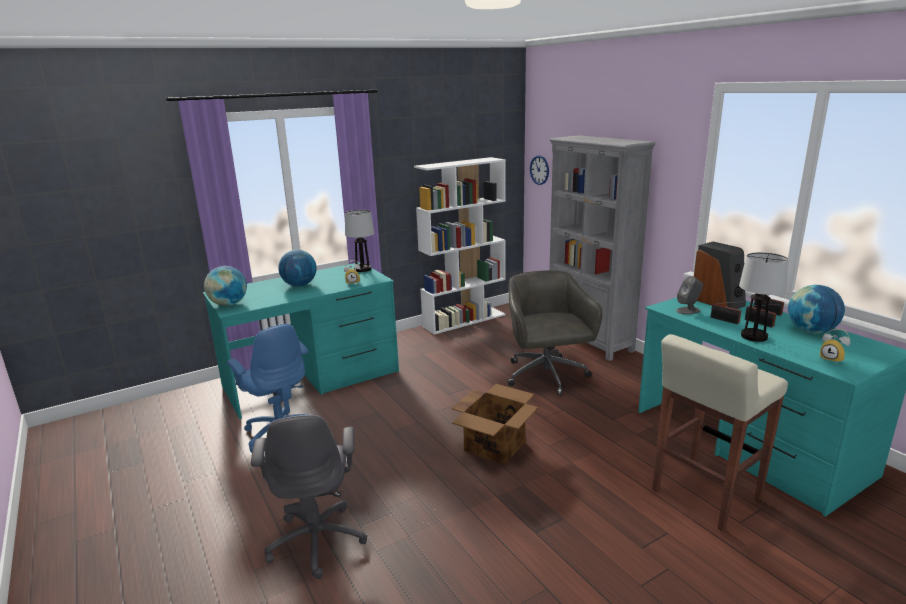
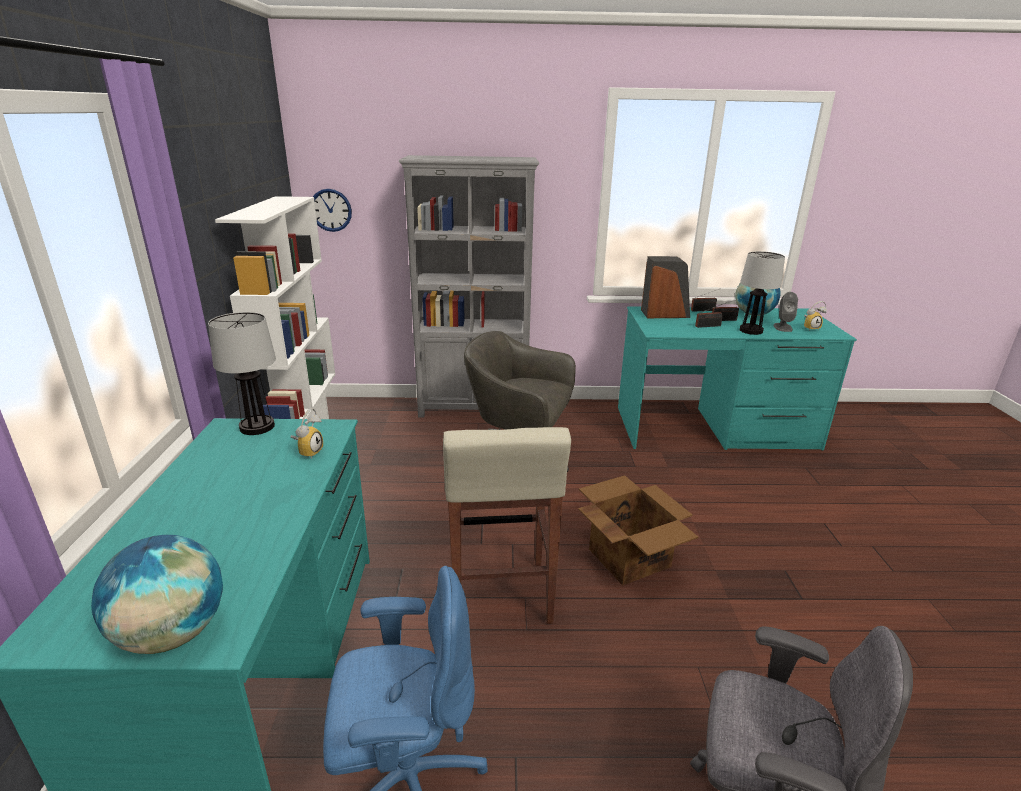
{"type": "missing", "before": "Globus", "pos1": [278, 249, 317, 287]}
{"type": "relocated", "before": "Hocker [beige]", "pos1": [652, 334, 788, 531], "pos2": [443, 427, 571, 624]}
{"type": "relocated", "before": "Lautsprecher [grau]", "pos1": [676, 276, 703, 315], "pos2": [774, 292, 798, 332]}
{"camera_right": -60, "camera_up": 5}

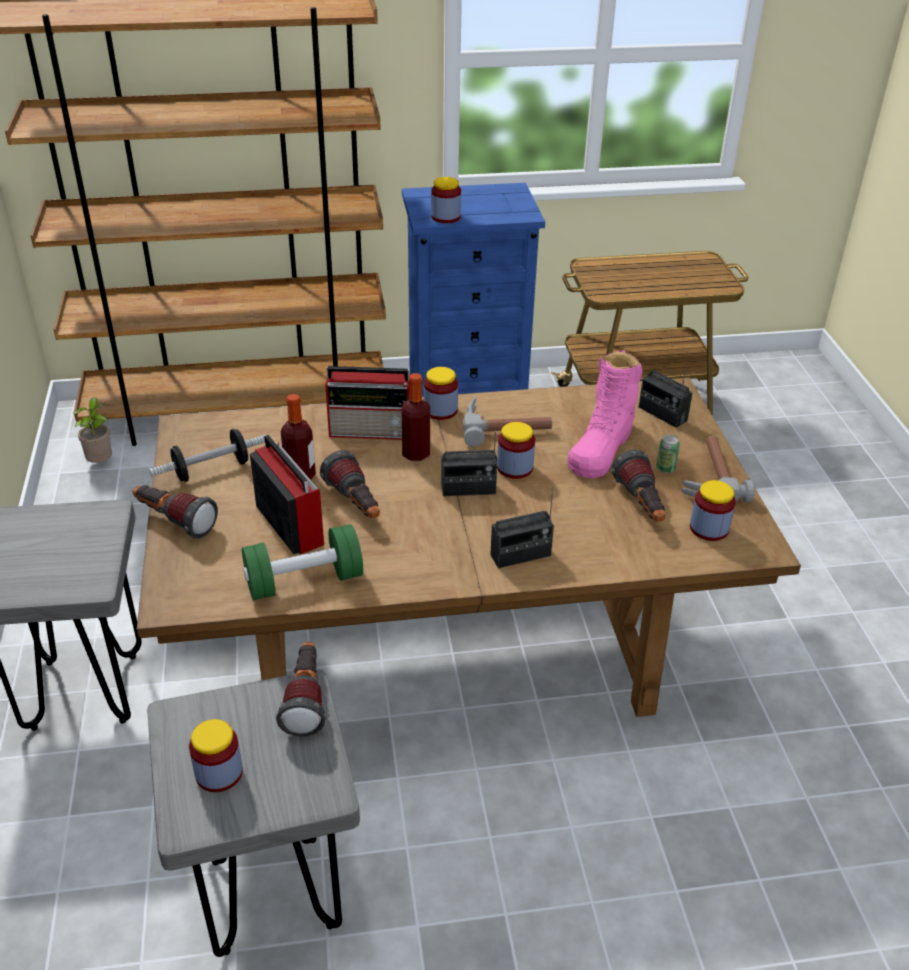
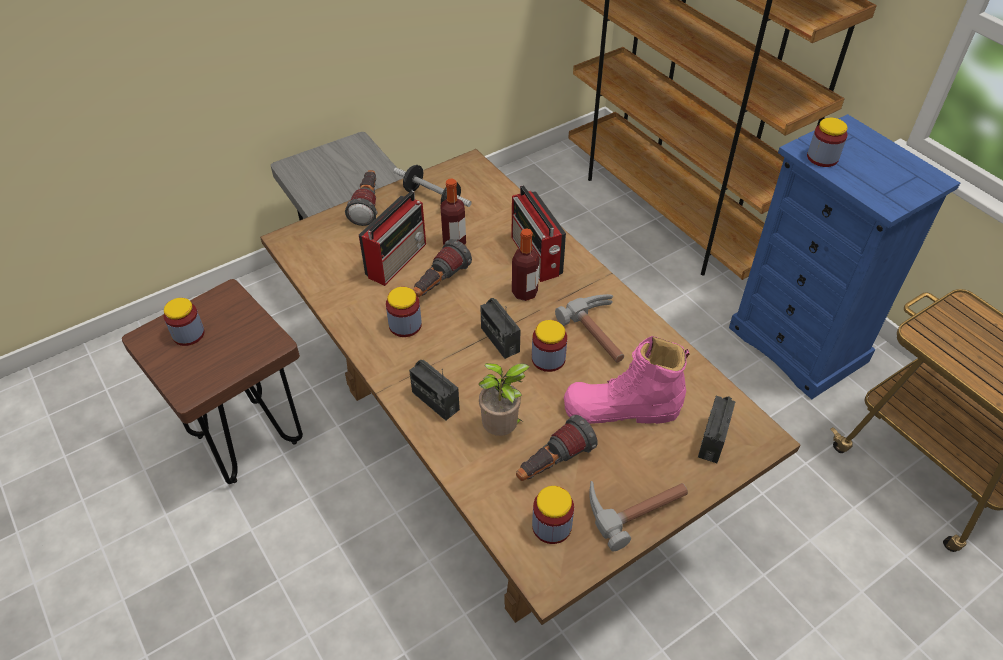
{"type": "missing", "before": "Hantel [grün]", "pos1": [242, 524, 363, 600]}
{"type": "missing", "before": "Taschenlampe", "pos1": [276, 642, 327, 737]}
{"type": "missing", "before": "Dose", "pos1": [656, 435, 680, 473]}
{"type": "relocated", "before": "Topfpflanze", "pos1": [73, 397, 112, 463], "pos2": [479, 363, 529, 436]}
{"type": "relocated", "before": "Vorratsglas", "pos1": [424, 367, 458, 420], "pos2": [386, 287, 422, 337]}
{"type": "colour", "before": "Hocker [grau]", "after": "Hocker [braun]", "pos1": [147, 670, 360, 957], "pos2": [122, 279, 303, 484]}
{"camera_right": 65, "camera_up": 10}

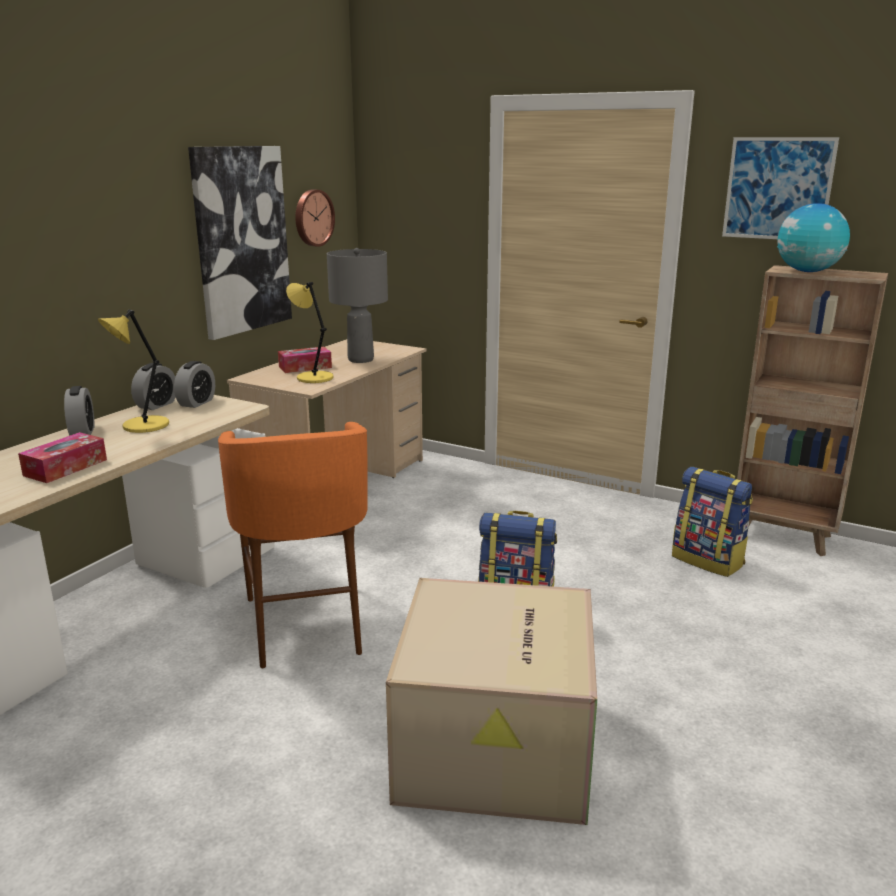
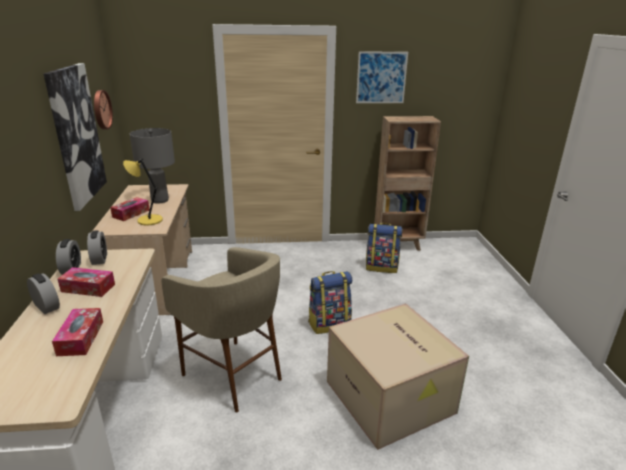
{"type": "missing", "before": "Globus", "pos1": [777, 203, 850, 272]}
{"type": "exchanged", "before": "Tischlampe [gelb]", "after": "Taschentuchbox", "pos1": [98, 310, 169, 433], "pos2": [58, 267, 115, 297]}
{"type": "colour", "before": "Hocker [orange]", "after": "Hocker [beige]", "pos1": [218, 422, 368, 668], "pos2": [161, 247, 282, 413]}
{"camera_right": -35, "camera_up": 5}

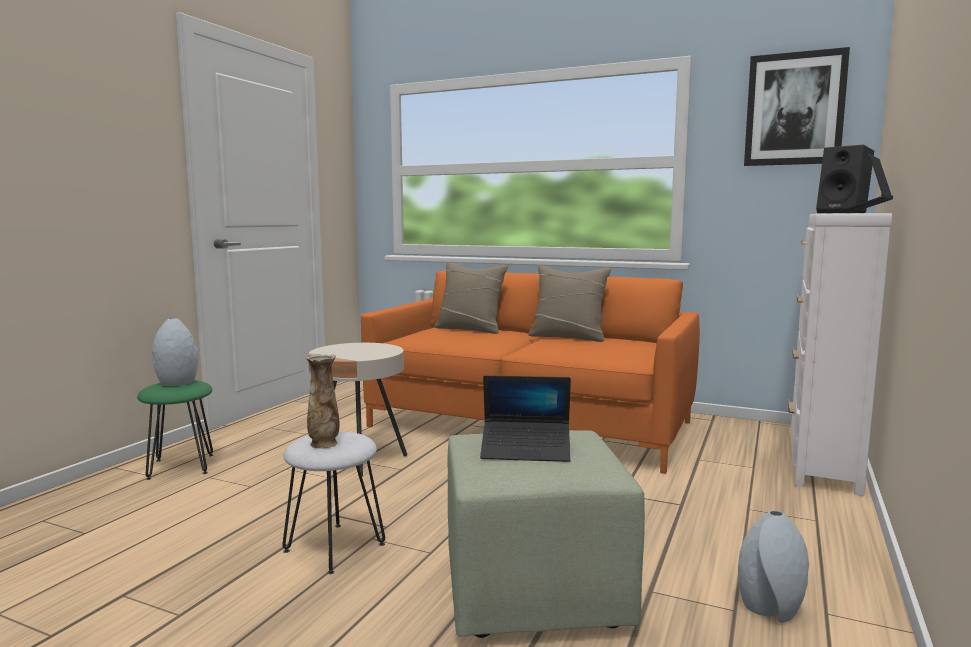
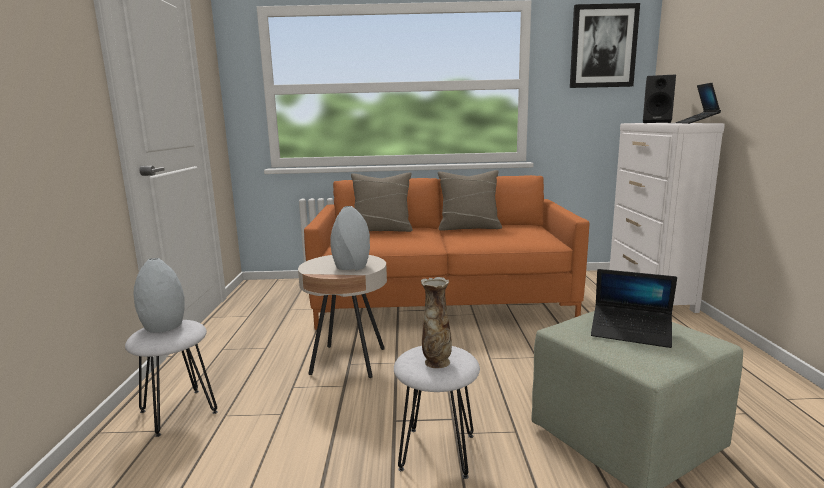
{"type": "relocated", "before": "Vase [grau]", "pos1": [738, 511, 809, 623], "pos2": [331, 206, 370, 270]}
{"type": "colour", "before": "Hocker [grün]", "after": "Hocker [weiß]", "pos1": [137, 380, 213, 480], "pos2": [125, 320, 218, 437]}
{"type": "spun", "before": "Laptop", "pos1": [480, 375, 571, 462], "pos2": [591, 269, 677, 348], "turn": 45}
{"camera_right": -25, "camera_up": 5}

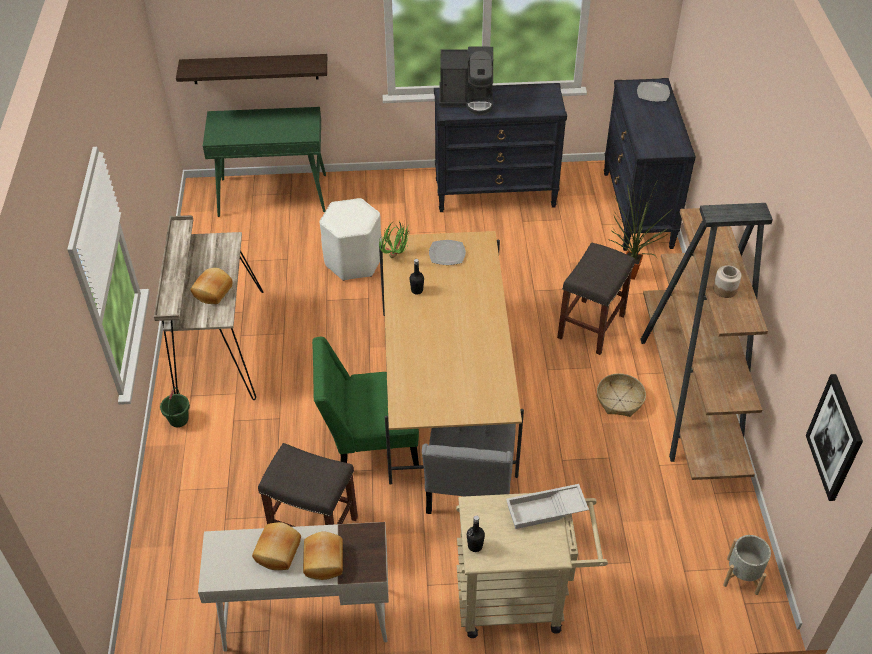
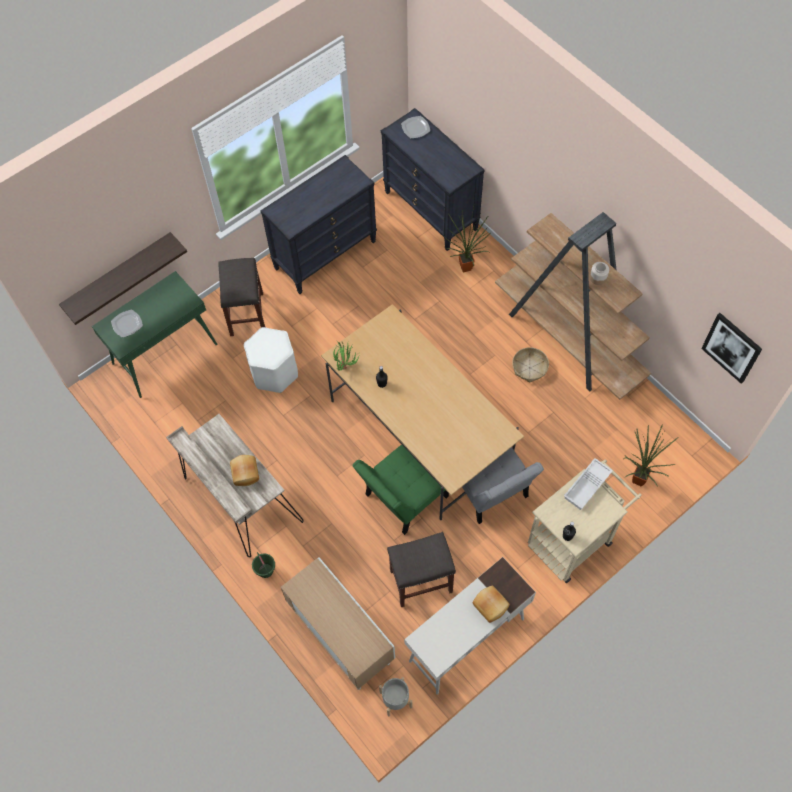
{"type": "missing", "before": "Brot", "pos1": [252, 522, 301, 570]}
{"type": "missing", "before": "Kaffeemaschine", "pos1": [439, 47, 493, 115]}
{"type": "appeared", "after": "Schrank", "pos2": [281, 557, 395, 690]}
{"type": "appeared", "after": "Topfpflanze", "pos2": [625, 424, 678, 487]}
{"type": "relocated", "before": "Teller", "pos1": [429, 240, 466, 265], "pos2": [111, 309, 143, 338]}
{"type": "relocated", "before": "Hocker [grau]", "pos1": [557, 242, 635, 355], "pos2": [218, 258, 265, 336]}
{"type": "relocated", "before": "Pflanzkübel [grau]", "pos1": [723, 535, 771, 595], "pos2": [379, 677, 412, 717]}
{"camera_right": -35, "camera_up": 15}

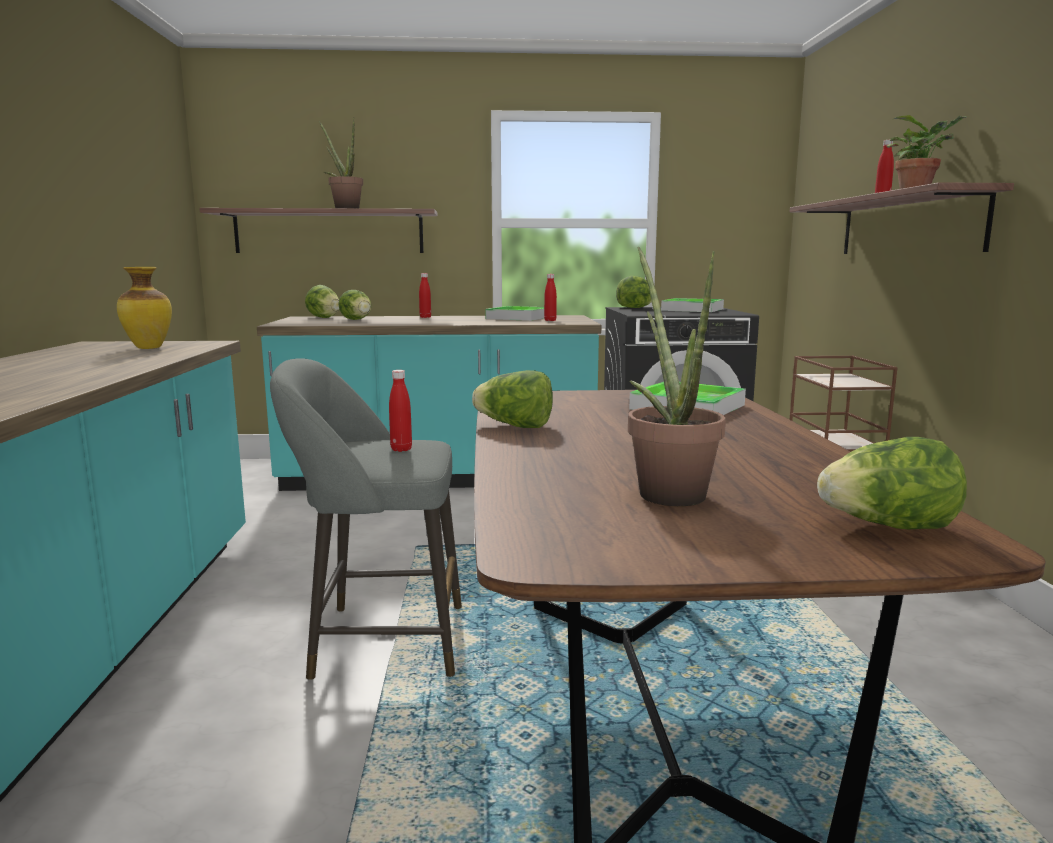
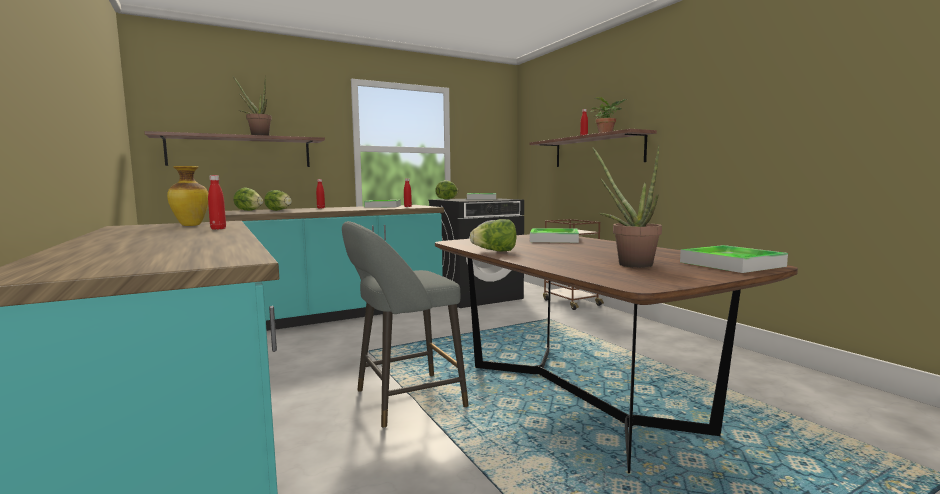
{"type": "relocated", "before": "Flasche [rot]", "pos1": [389, 370, 412, 452], "pos2": [208, 175, 226, 230]}
{"type": "exchanged", "before": "Salatkopf", "after": "Tablett", "pos1": [817, 437, 967, 529], "pos2": [680, 245, 788, 273]}
{"camera_right": -25, "camera_up": -5}

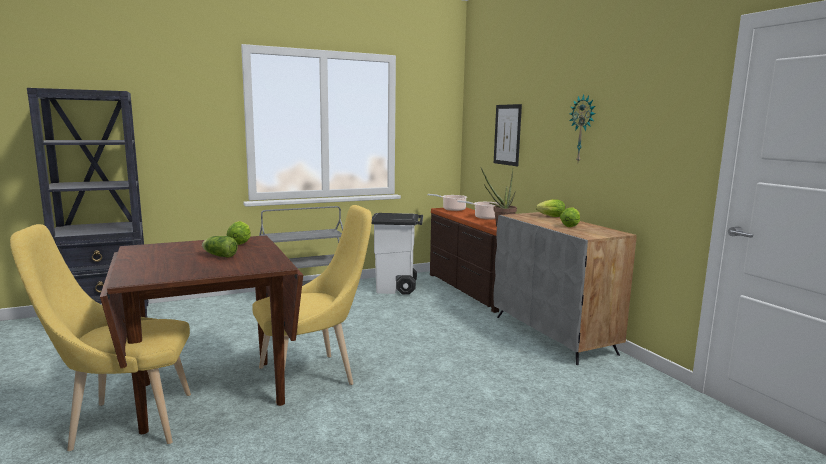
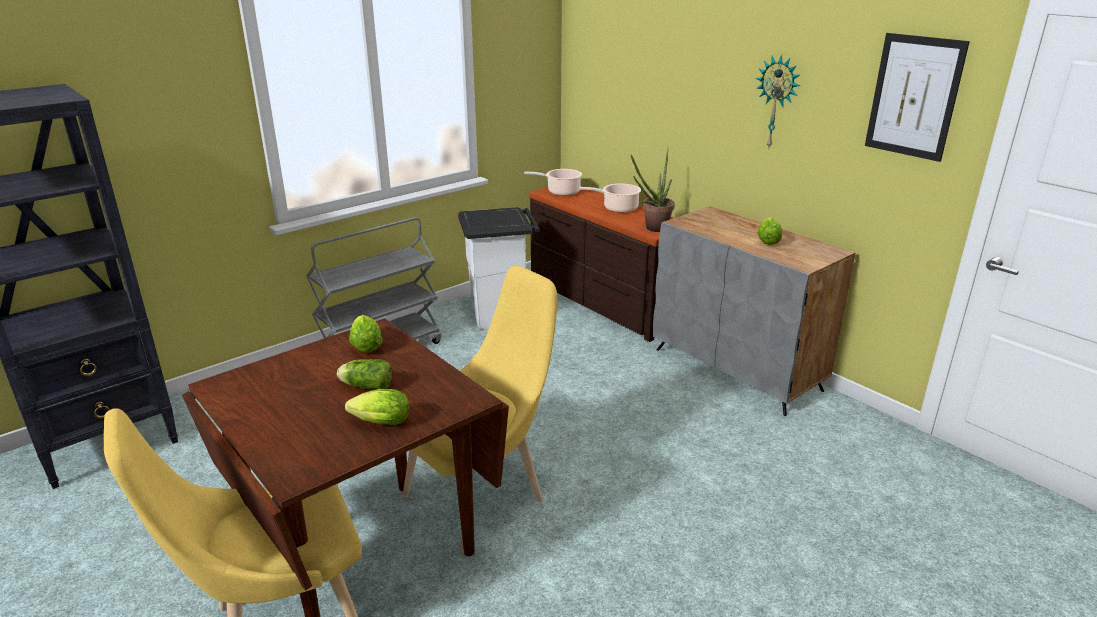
{"type": "relocated", "before": "Bild", "pos1": [494, 104, 522, 166], "pos2": [865, 33, 970, 162]}
{"type": "relocated", "before": "Salatkopf", "pos1": [536, 199, 565, 217], "pos2": [345, 389, 409, 425]}
{"camera_right": -15, "camera_up": 15}

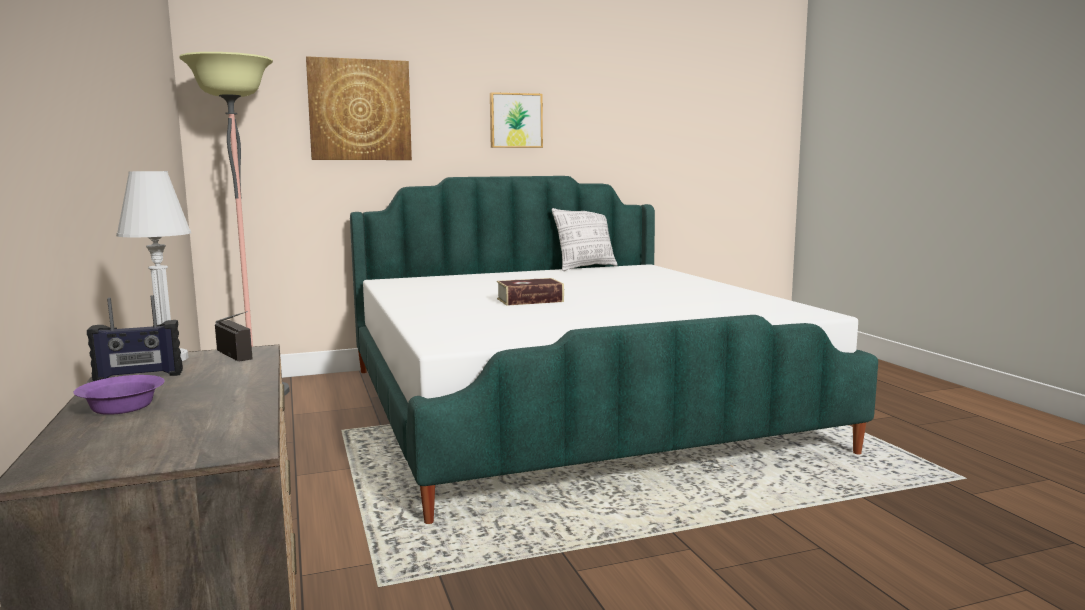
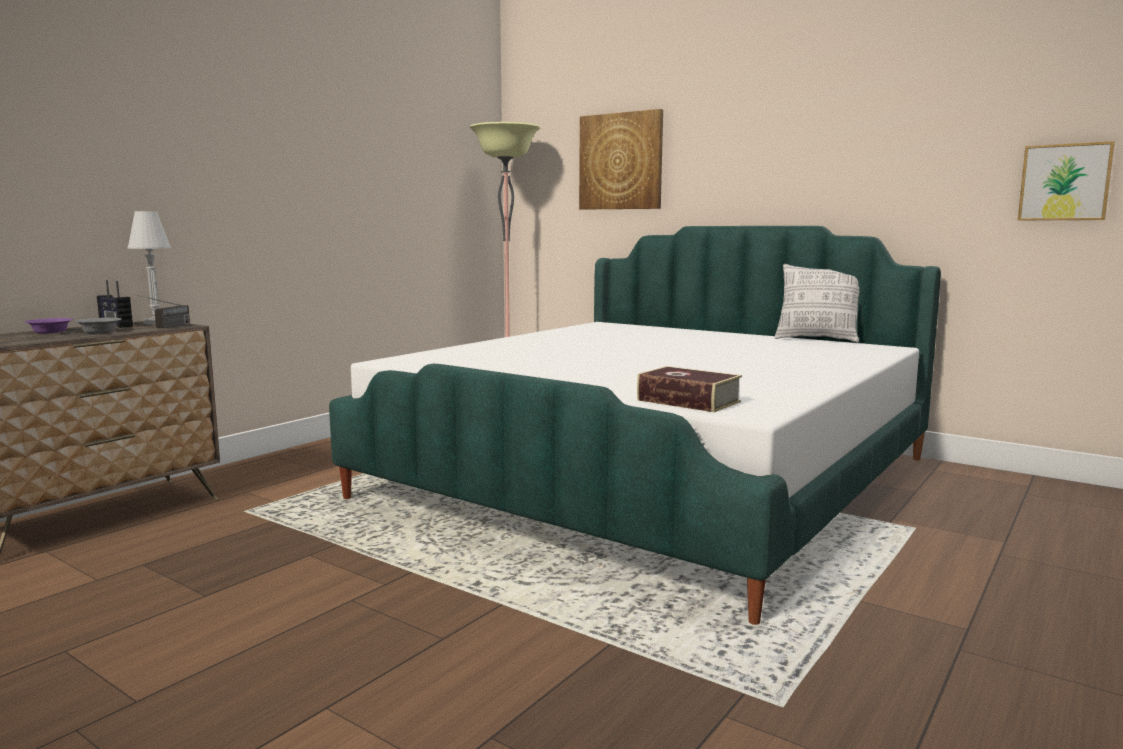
{"type": "appeared", "after": "Schüssel [grau]", "pos2": [75, 318, 122, 333]}
{"type": "relocated", "before": "Bild", "pos1": [490, 92, 543, 148], "pos2": [1018, 141, 1115, 221]}
{"type": "relocated", "before": "Buch", "pos1": [497, 278, 564, 306], "pos2": [637, 366, 742, 412]}
{"camera_right": 55, "camera_up": 0}

